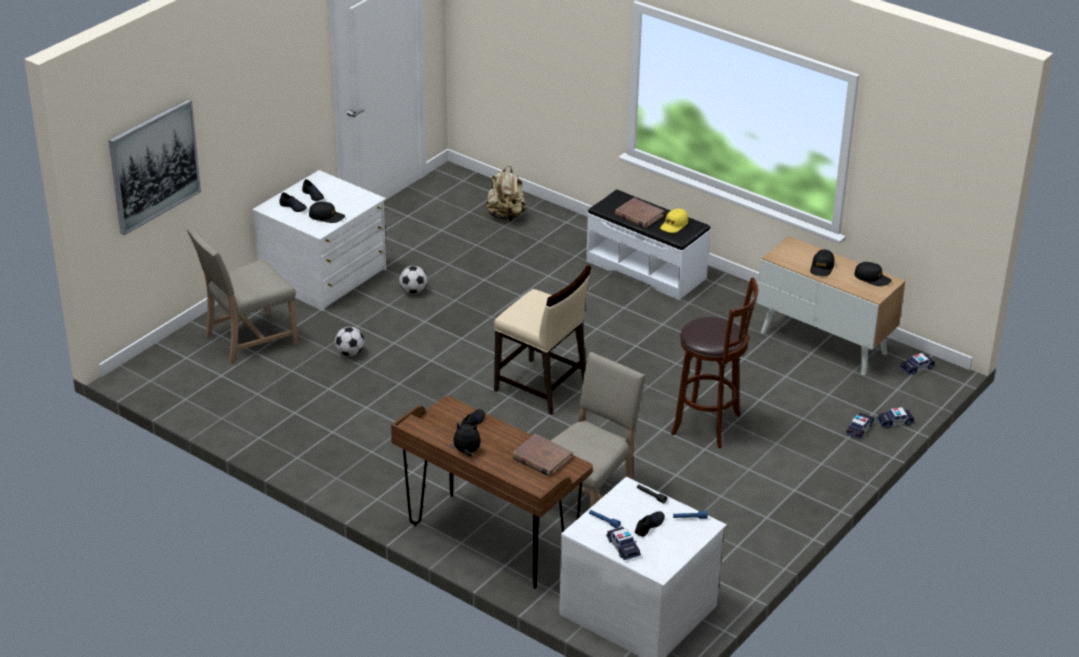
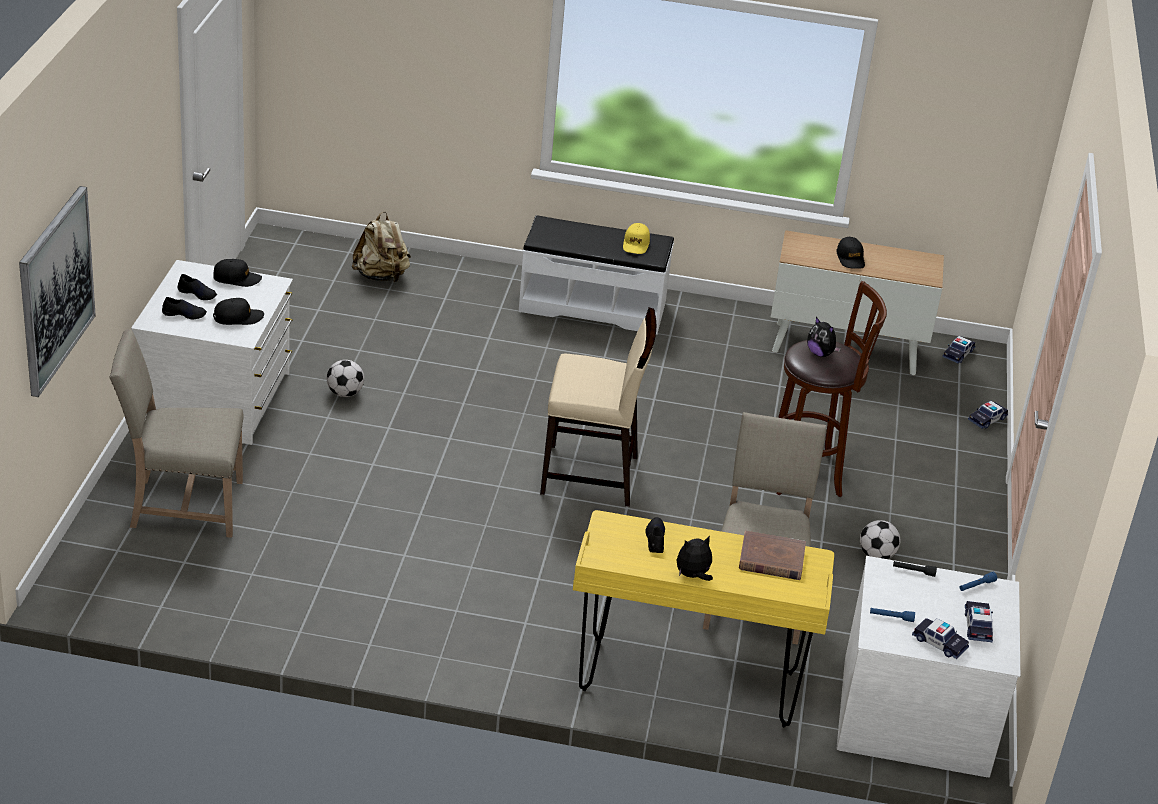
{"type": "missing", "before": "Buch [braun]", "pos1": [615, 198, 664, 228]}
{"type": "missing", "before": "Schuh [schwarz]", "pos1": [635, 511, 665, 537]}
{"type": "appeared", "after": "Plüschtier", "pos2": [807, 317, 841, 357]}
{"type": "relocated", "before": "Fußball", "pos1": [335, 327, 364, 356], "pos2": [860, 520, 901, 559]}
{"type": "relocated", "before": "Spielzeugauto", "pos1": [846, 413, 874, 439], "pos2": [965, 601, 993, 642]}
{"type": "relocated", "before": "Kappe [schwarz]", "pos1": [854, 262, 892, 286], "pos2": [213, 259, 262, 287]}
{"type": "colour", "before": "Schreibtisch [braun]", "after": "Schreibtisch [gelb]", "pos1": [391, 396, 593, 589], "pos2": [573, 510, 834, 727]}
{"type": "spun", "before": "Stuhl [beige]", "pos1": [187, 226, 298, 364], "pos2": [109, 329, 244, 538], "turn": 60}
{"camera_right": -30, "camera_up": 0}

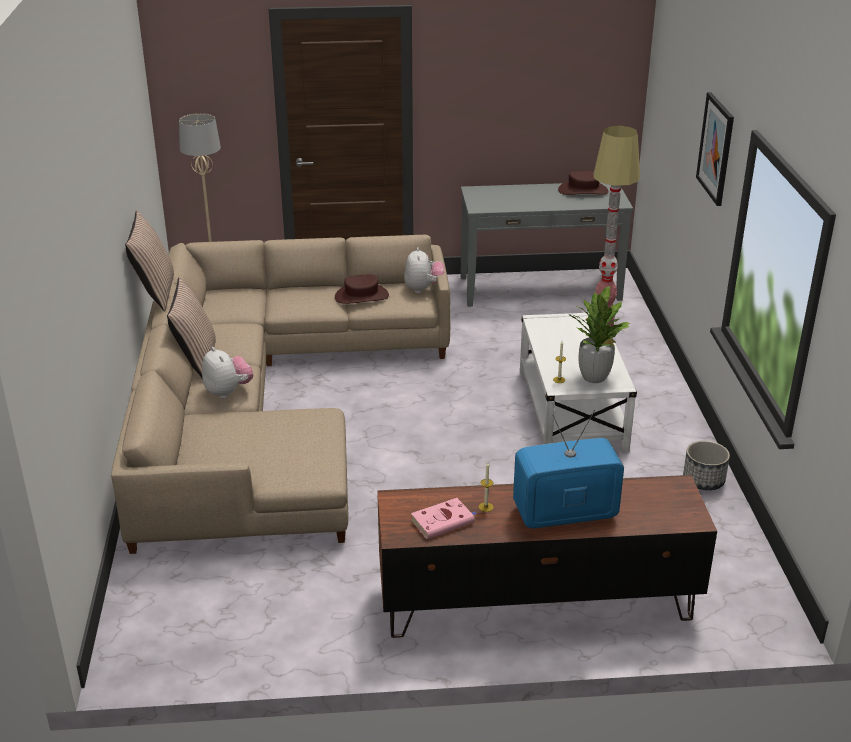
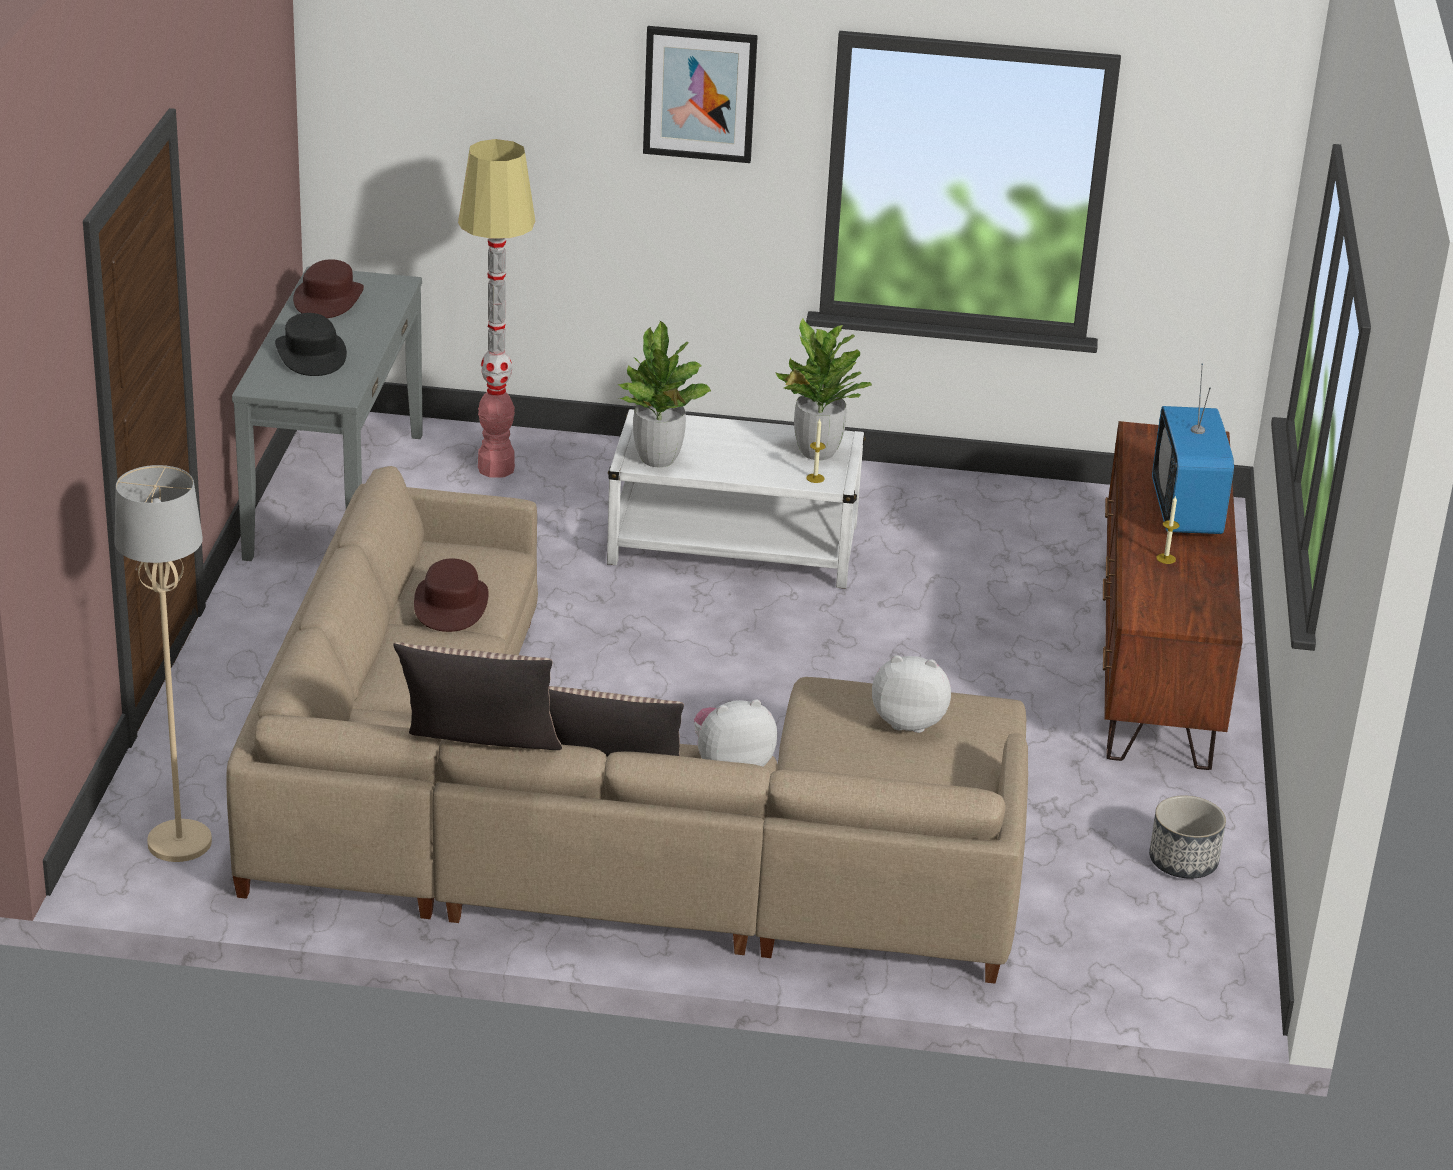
{"type": "missing", "before": "Buch [rosa]", "pos1": [411, 498, 477, 539]}
{"type": "appeared", "after": "Hut [schwarz]", "pos2": [275, 313, 347, 376]}
{"type": "appeared", "after": "Topfpflanze", "pos2": [618, 321, 712, 467]}
{"type": "relocated", "before": "Plüschtier", "pos1": [404, 247, 445, 294], "pos2": [872, 655, 951, 733]}
{"type": "relocated", "before": "Pflanzkübel", "pos1": [683, 441, 730, 490], "pos2": [1149, 795, 1226, 879]}
{"camera_right": -80, "camera_up": 0}

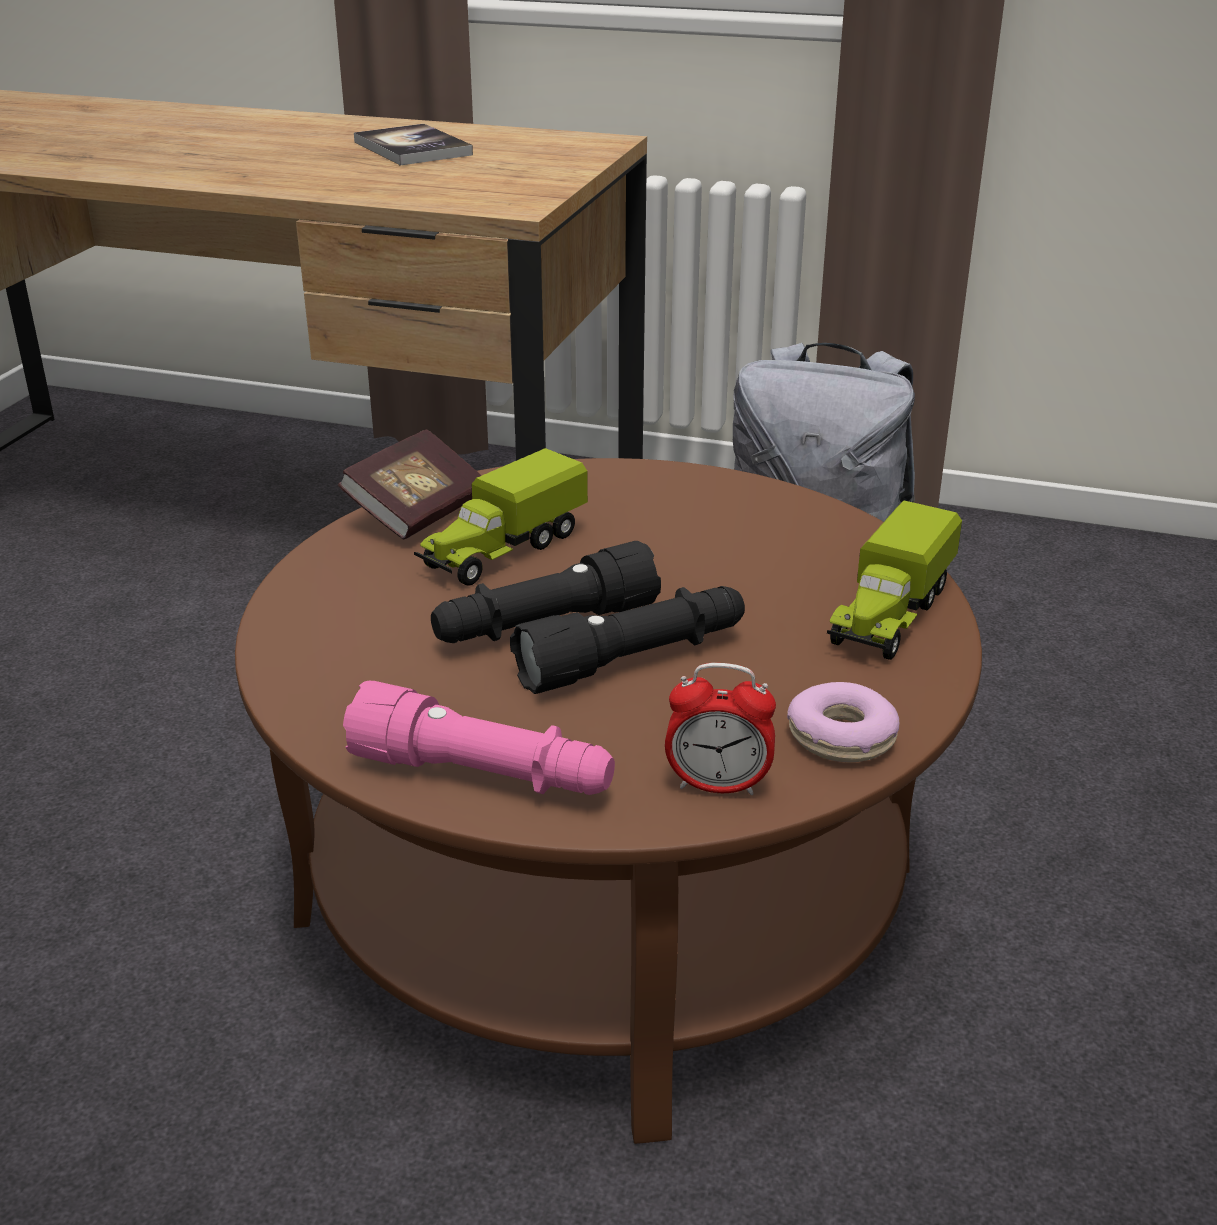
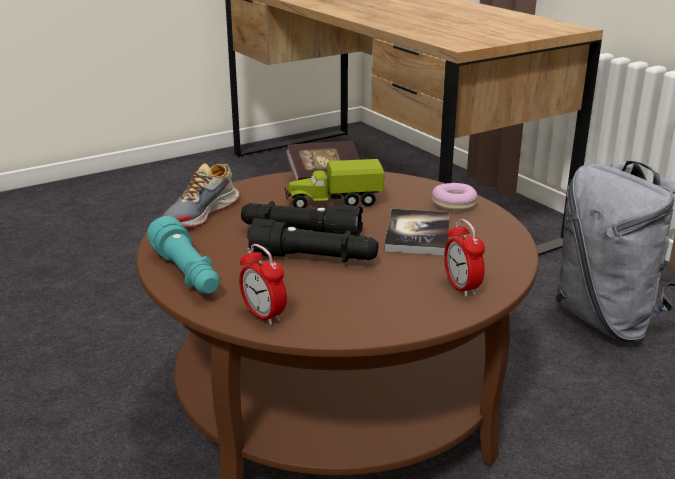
{"type": "appeared", "after": "Schuh", "pos2": [163, 164, 239, 228]}
{"type": "relocated", "before": "Buch", "pos1": [354, 124, 473, 165], "pos2": [384, 209, 450, 255]}
{"type": "relocated", "before": "Donut", "pos1": [787, 682, 899, 762], "pos2": [432, 183, 477, 211]}
{"type": "exchanged", "before": "Spielzeuglaster", "after": "Wecker", "pos1": [827, 500, 962, 660], "pos2": [444, 219, 485, 297]}
{"type": "colour", "before": "Taschenlampe [rosa]", "after": "Taschenlampe [türkis]", "pos1": [343, 681, 615, 795], "pos2": [147, 216, 219, 294]}
{"camera_right": 40, "camera_up": -5}

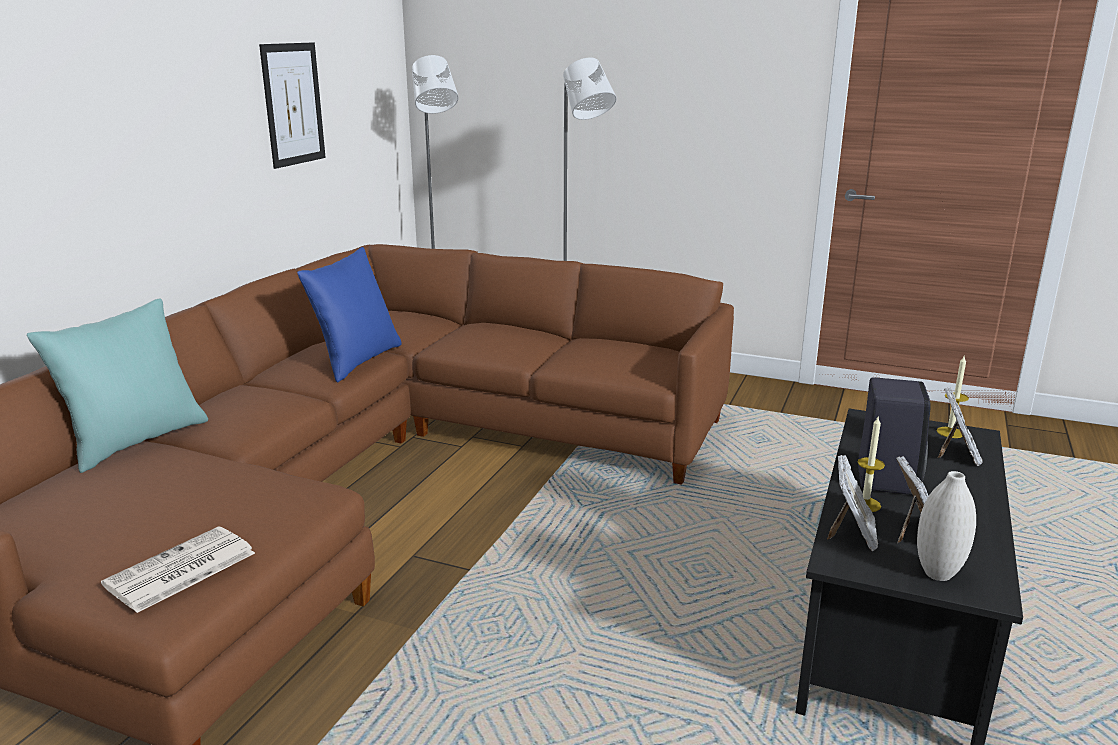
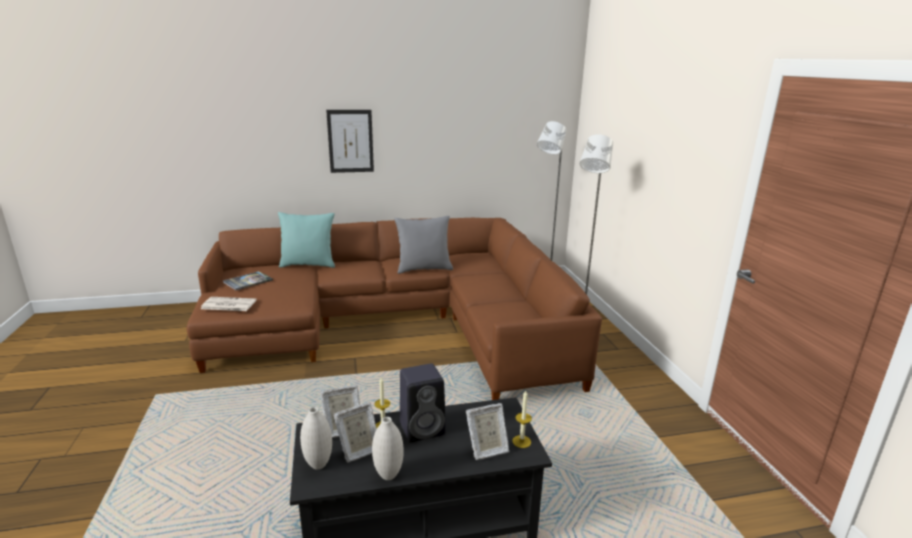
{"type": "appeared", "after": "Buch", "pos2": [223, 271, 273, 290]}
{"type": "appeared", "after": "Vase [weiß]", "pos2": [372, 417, 404, 480]}
{"type": "relocated", "before": "Bild", "pos1": [259, 43, 326, 169], "pos2": [326, 110, 374, 173]}
{"type": "colour", "before": "Kissen [blau]", "after": "Kissen [grau]", "pos1": [297, 247, 402, 382], "pos2": [394, 216, 453, 274]}
{"camera_right": 55, "camera_up": 0}

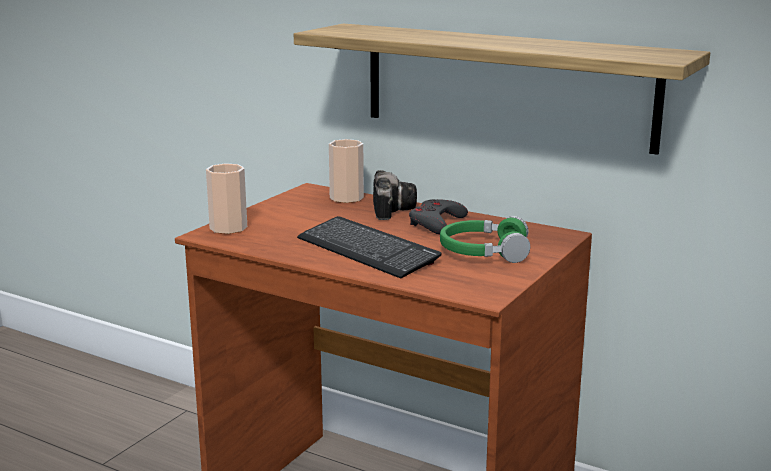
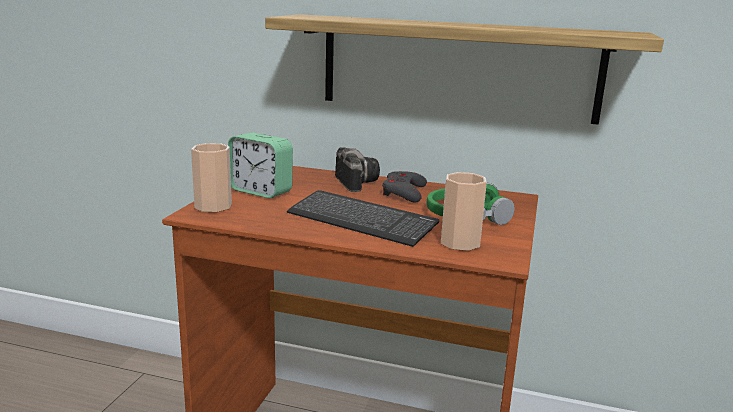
{"type": "appeared", "after": "Wecker", "pos2": [228, 133, 293, 198]}
{"type": "relocated", "before": "Tasse", "pos1": [329, 139, 364, 203], "pos2": [441, 172, 487, 251]}
{"camera_right": -15, "camera_up": 0}

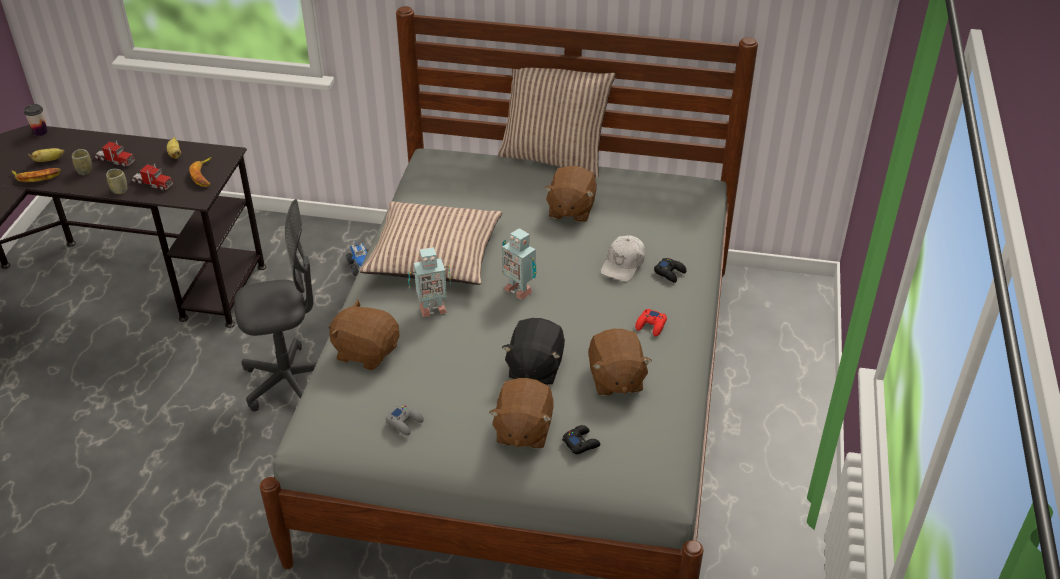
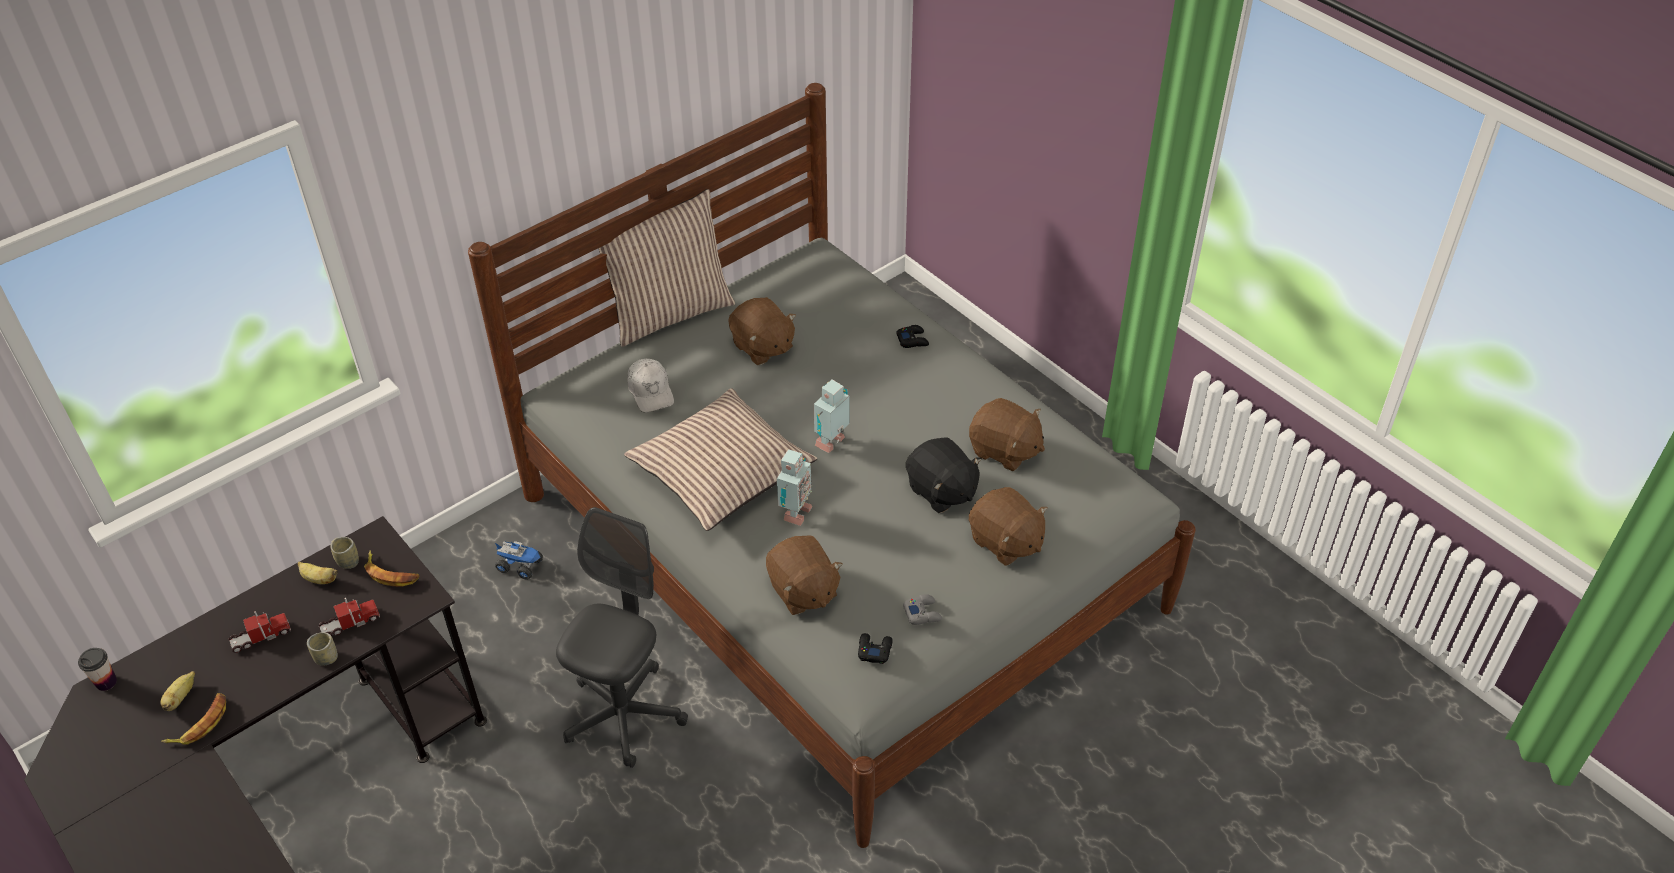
{"type": "missing", "before": "Gamepad [rot]", "pos1": [635, 309, 667, 336]}
{"type": "relocated", "before": "Tasse", "pos1": [72, 149, 92, 175], "pos2": [330, 537, 359, 569]}
{"type": "relocated", "before": "Gamepad [schwarz]", "pos1": [562, 425, 601, 454], "pos2": [858, 633, 893, 664]}
{"type": "relocated", "before": "Kappe [weiß]", "pos1": [601, 235, 645, 282], "pos2": [627, 359, 674, 413]}
{"type": "spun", "before": "Plüschtier [braun]", "pos1": [329, 300, 400, 370], "pos2": [766, 535, 843, 615], "turn": -90}
{"type": "spun", "before": "Spielzeugroboter", "pos1": [502, 228, 536, 300], "pos2": [814, 380, 849, 453], "turn": 135}
{"camera_right": -50, "camera_up": 5}

